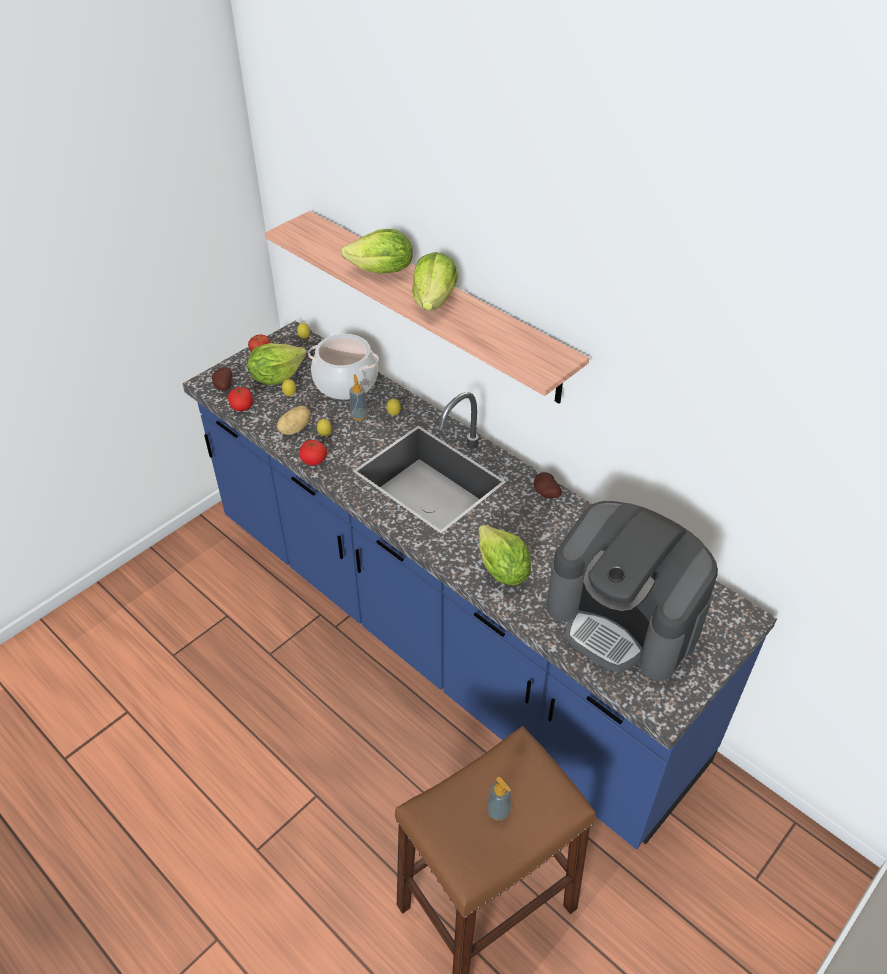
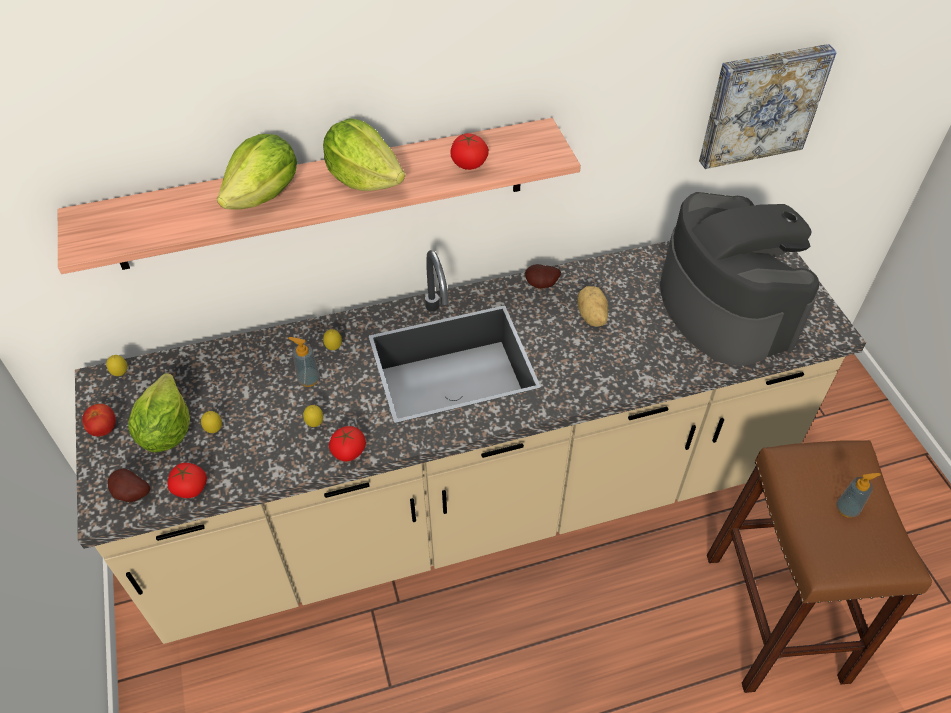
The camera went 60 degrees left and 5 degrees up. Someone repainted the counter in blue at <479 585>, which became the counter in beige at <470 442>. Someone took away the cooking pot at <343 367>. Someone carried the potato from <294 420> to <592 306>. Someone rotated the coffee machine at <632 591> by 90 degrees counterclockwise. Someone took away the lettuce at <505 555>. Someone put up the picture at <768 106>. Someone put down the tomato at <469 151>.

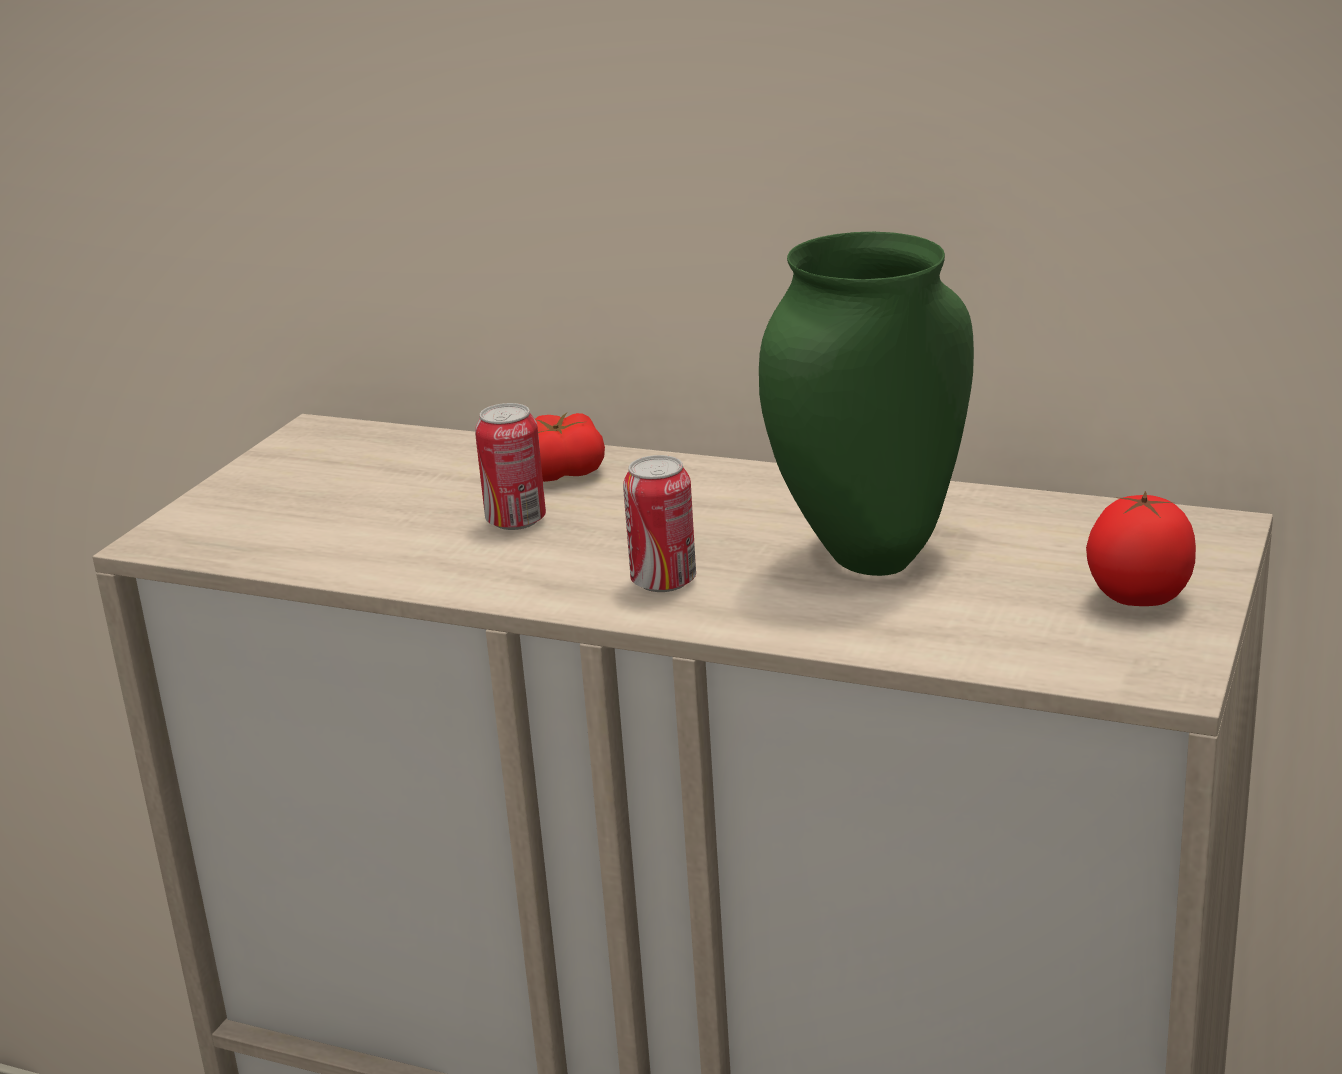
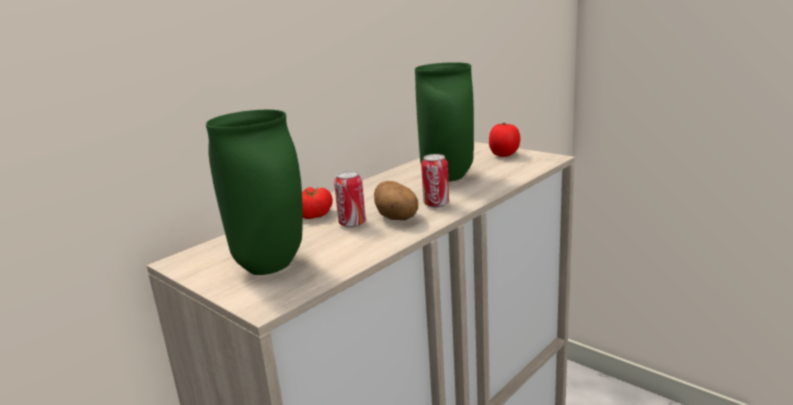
The camera went 70 degrees left and 5 degrees down. Someone put down the vase in green at <254 192>. Someone put down the potato at <396 200>.

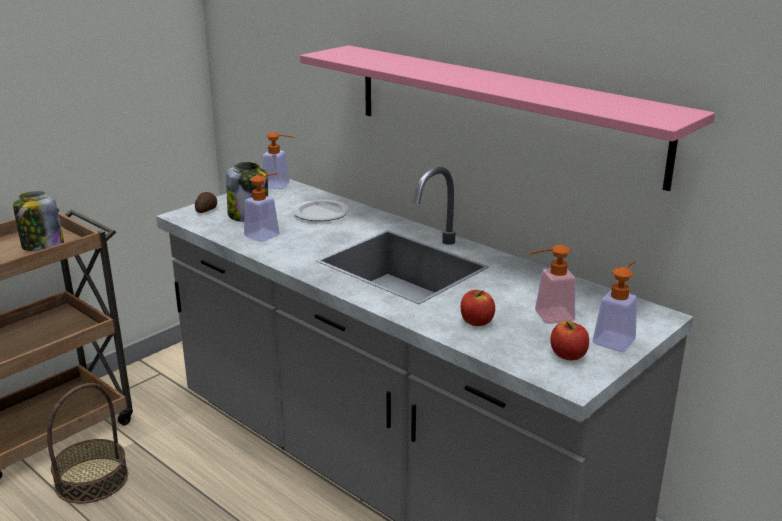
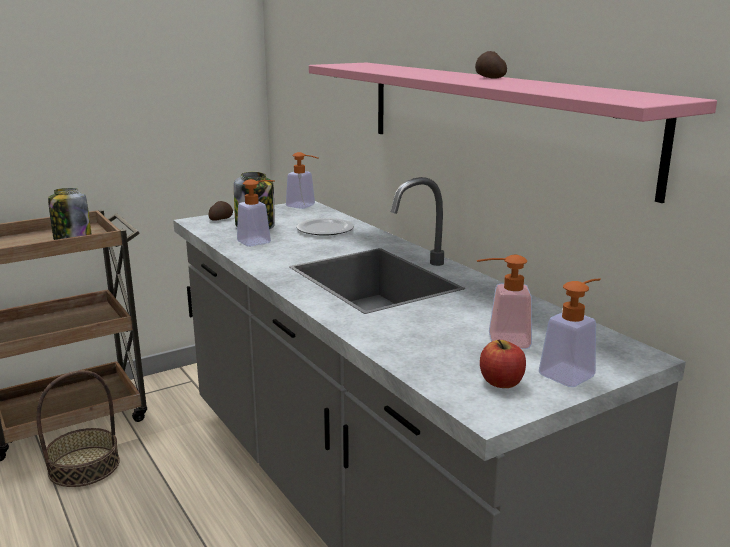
The camera went 15 degrees right and 5 degrees down. Someone took away the apple at <478 308>. Someone put down the potato at <491 65>.

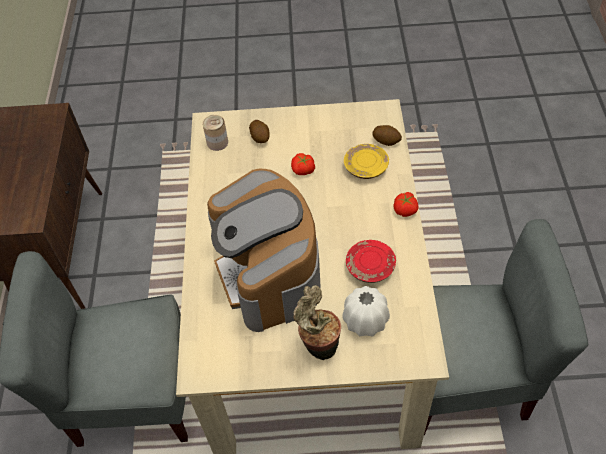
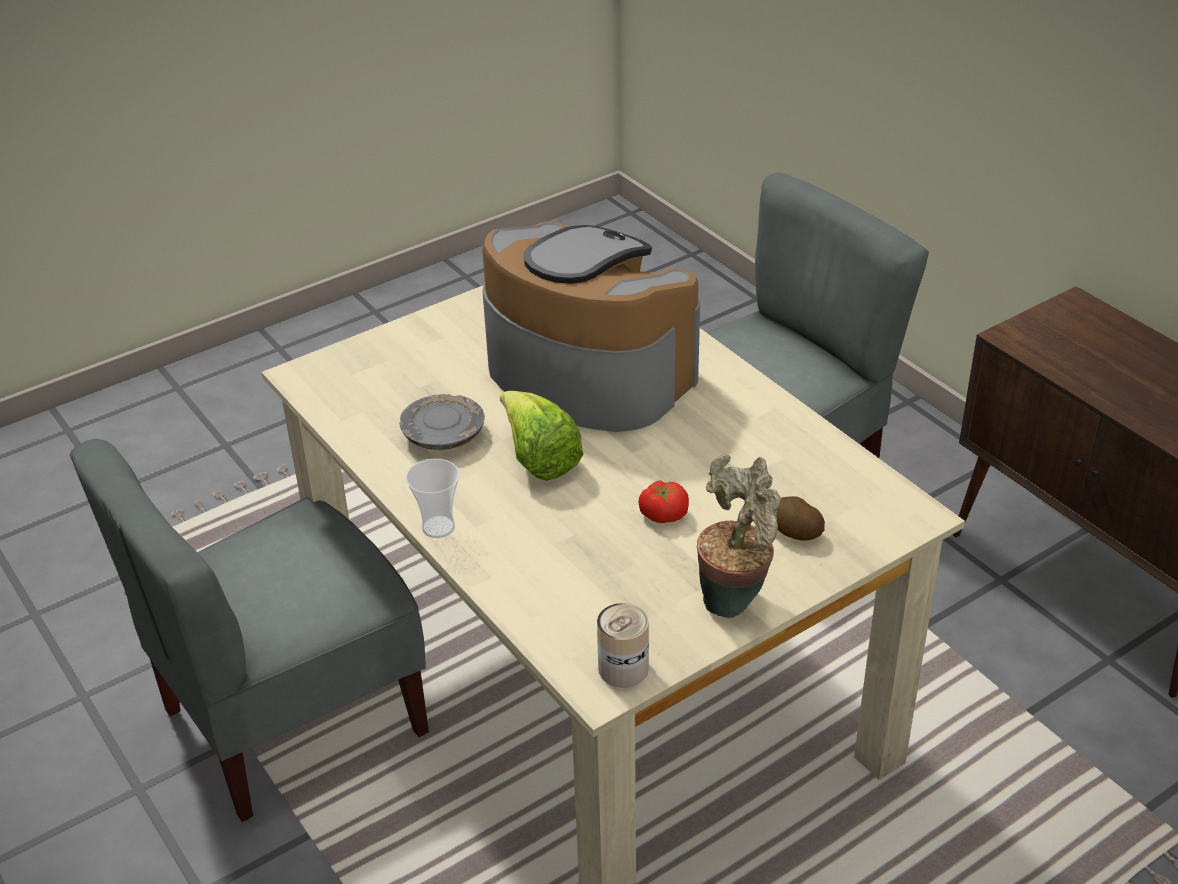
The camera went 145 degrees right and 15 degrees down. Someone carried the can from <215 133> to <623 645>. Someone took away the potato at <387 135>. Someone took away the plate in yellow at <366 161>. Someone swapped the tomato at <406 204> for the cup at <432 498>. Someone repainted the plate in red at <371 261>, which became the plate in grey at <442 422>. Someone carried the potted plant from <317 322> to <739 536>. Someone took away the vase in white at <366 311>. Someone put down the lettuce at <542 436>.

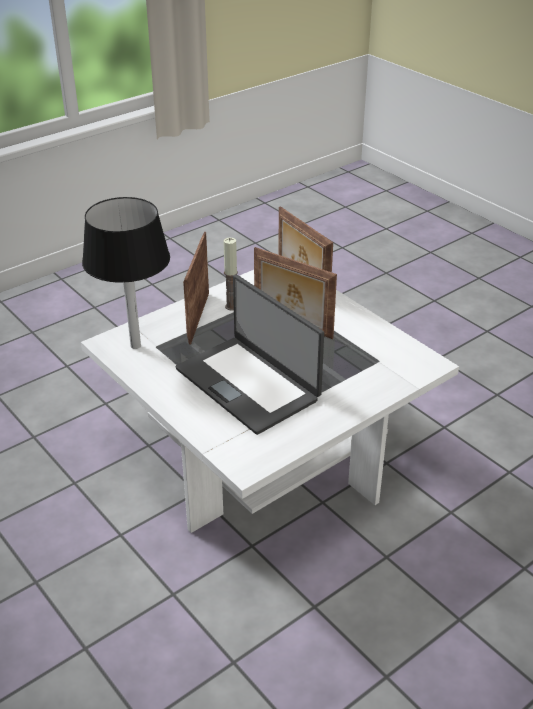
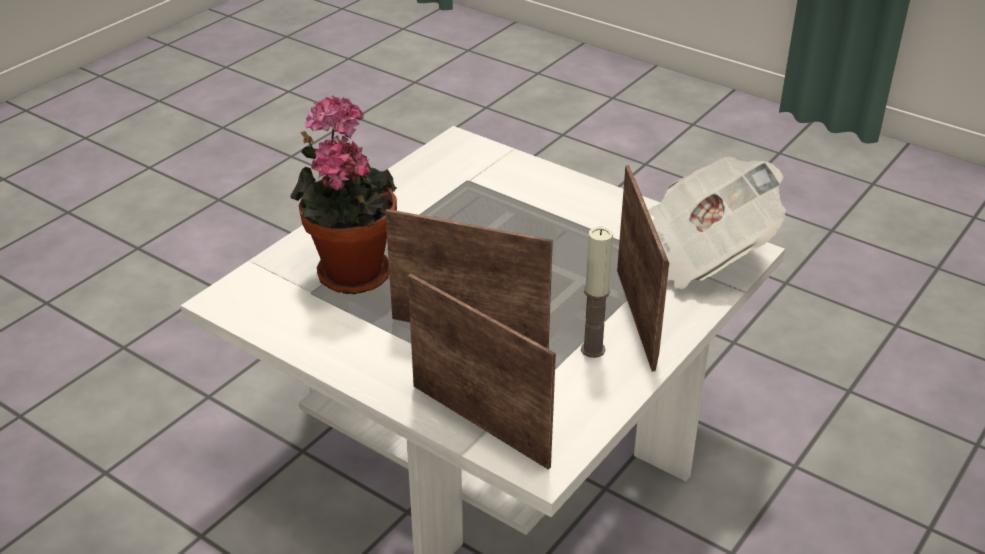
The camera went 165 degrees right and 0 degrees up. Someone swapped the table lamp in black at <126 273> for the newspaper at <717 222>. Someone took away the laptop at <249 355>. Someone put down the potted plant at <343 194>.

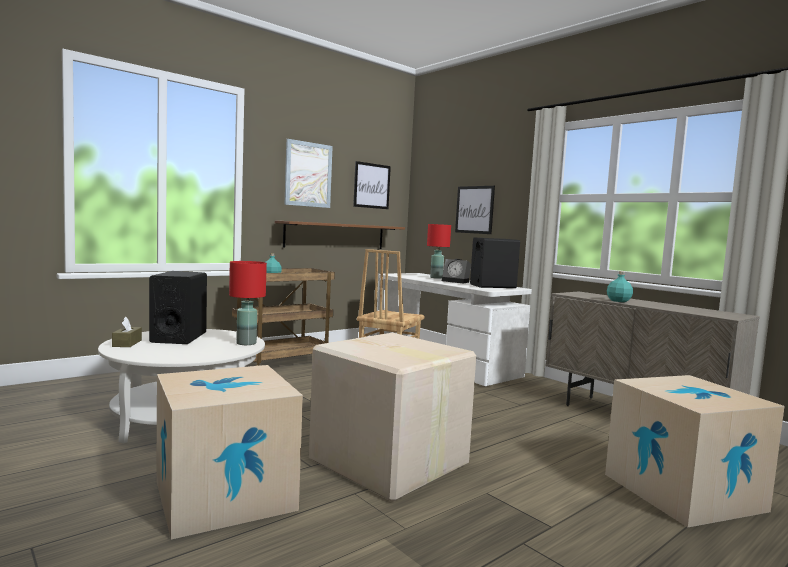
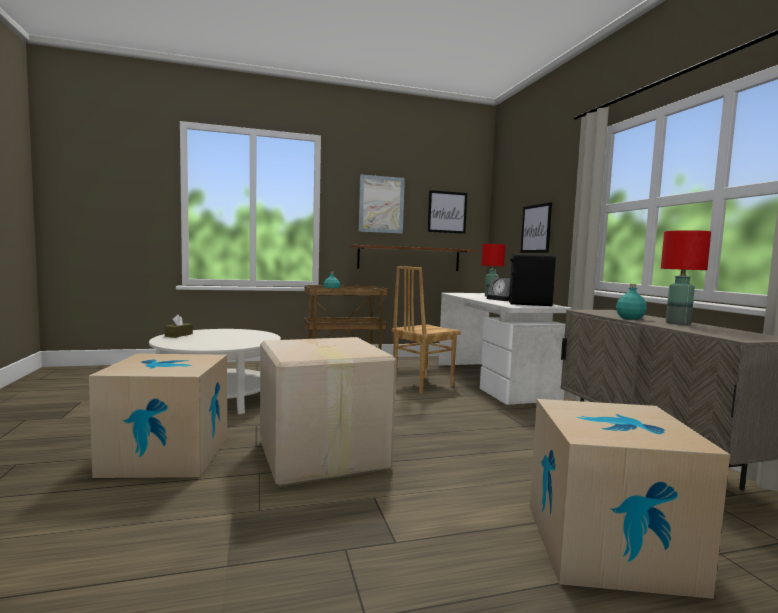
The camera went 25 degrees right and 0 degrees up. Someone carried the table lamp in red from <248 303> to <686 277>. Someone took away the speaker in black at <178 307>.

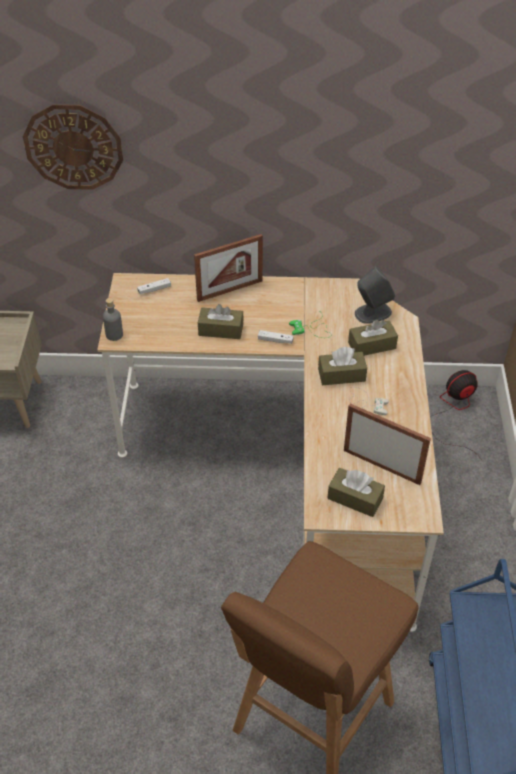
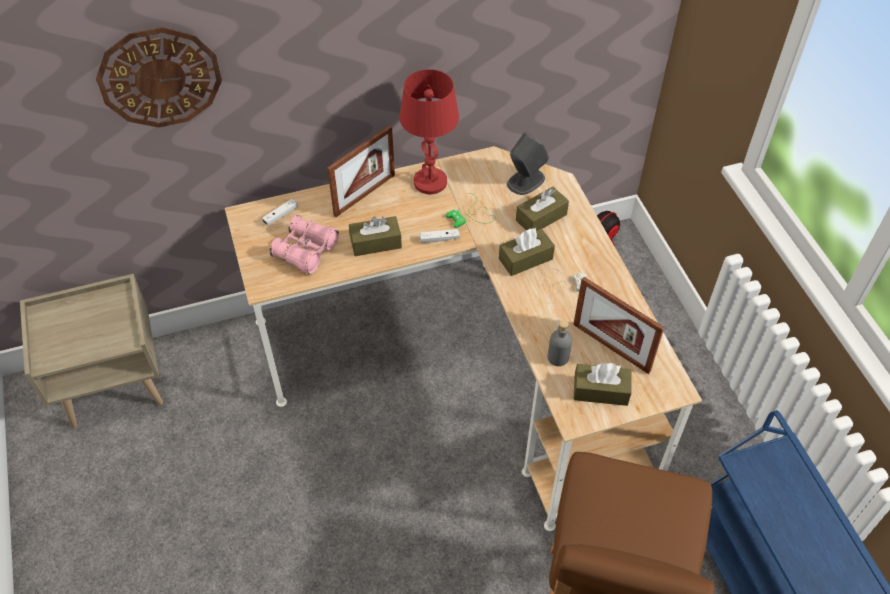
The camera went 20 degrees left and 5 degrees up. Someone carried the bottle in grey from <113 319> to <560 343>. Someone rotated the picture frame at <387 444> by 150 degrees counterclockwise. Someone put down the table lamp in red at <429 131>. Someone put down the binoculars in pink at <304 244>.

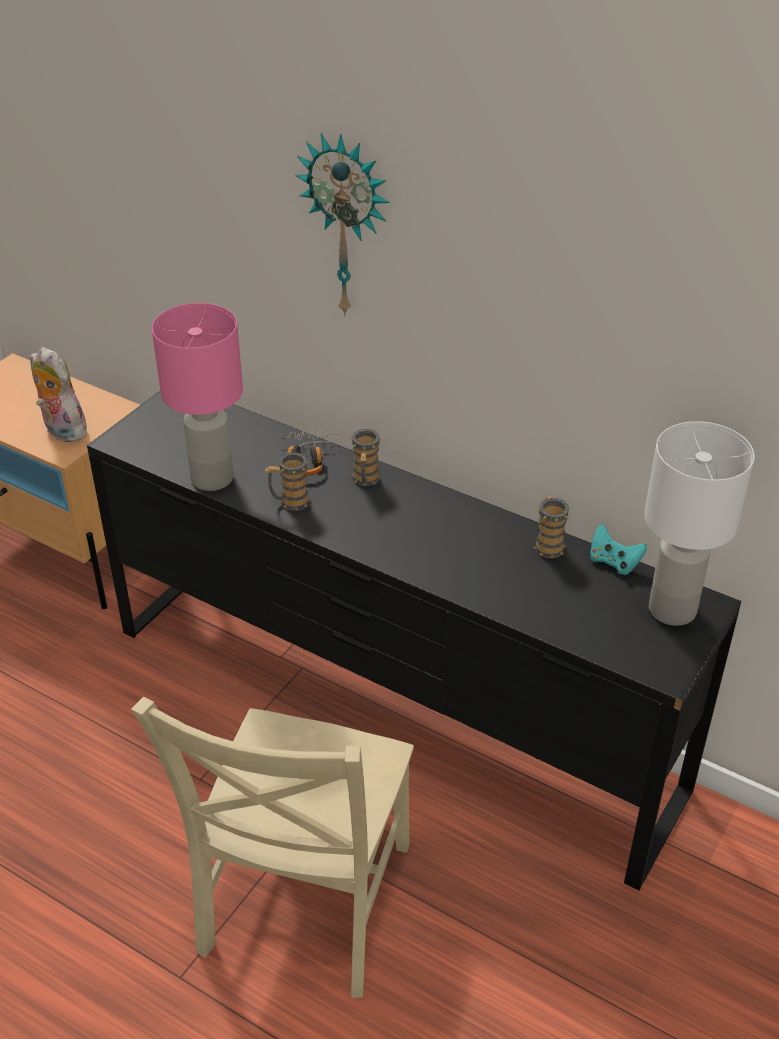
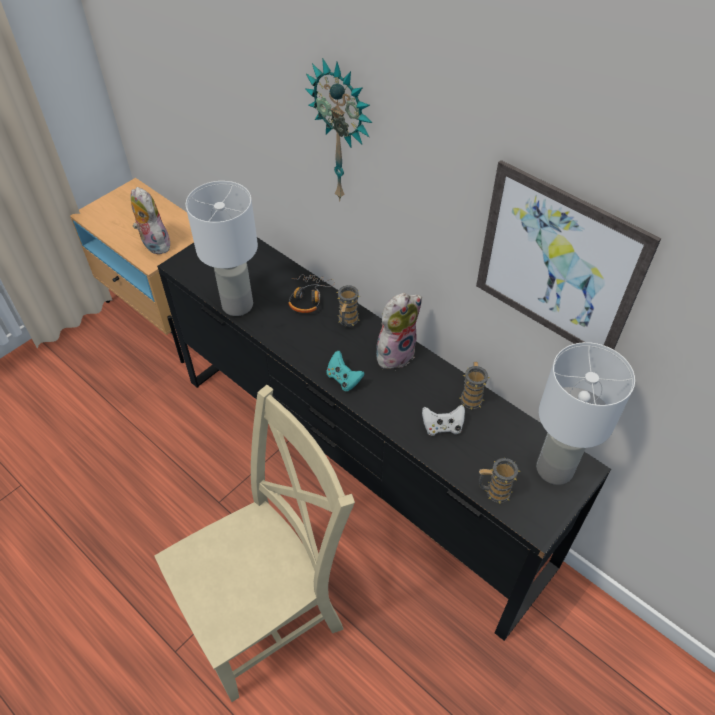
The camera went 10 degrees right and 10 degrees up. Someone repainted the table lamp in pink at <197 397>, which became the table lamp in white at <222 248>. Someone carried the mug from <288 481> to <499 481>. Someone carried the game controller in turquoise from <618 549> to <345 371>. Someone rotated the chair in beige at <272 847> by 150 degrees counterclockwise. Someone put up the picture at <568 255>. Someone put down the plush toy at <399 331>. Someone put down the game controller in white at <443 420>.

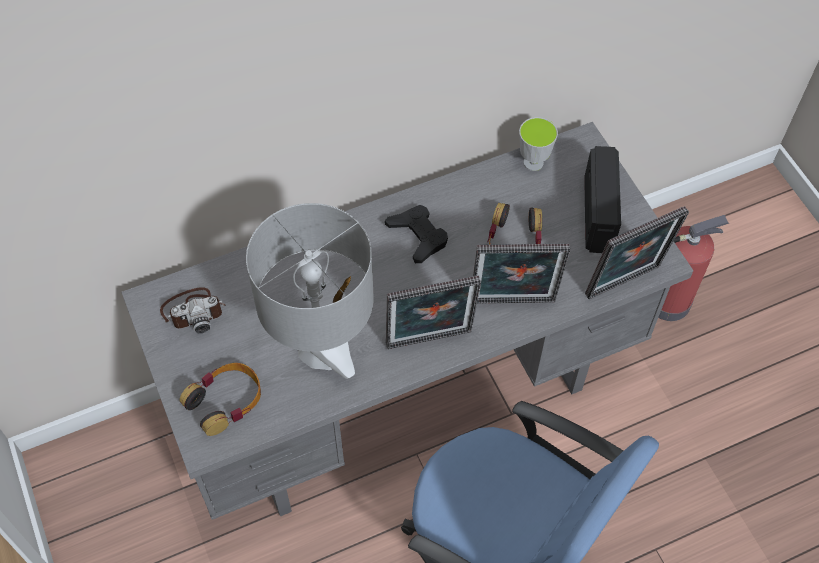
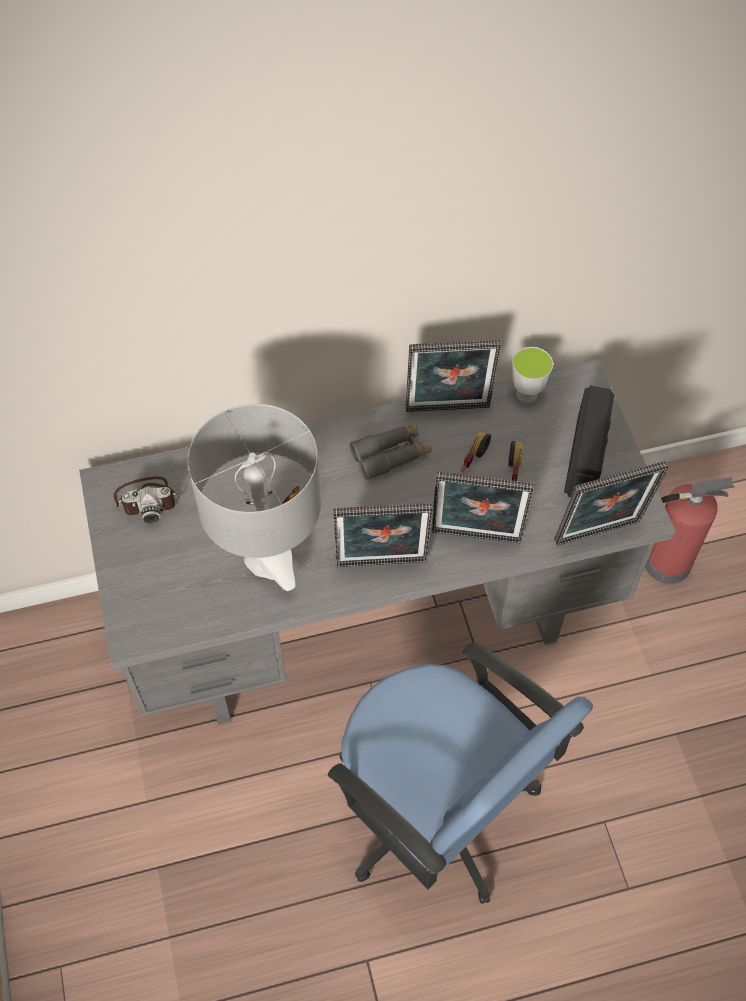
The camera went 10 degrees right and 0 degrees up. Someone swapped the game controller in black at <416 234> for the binoculars in grey at <391 451>. Someone took away the headphones at <220 399>. Someone put down the picture frame at <453 376>.

